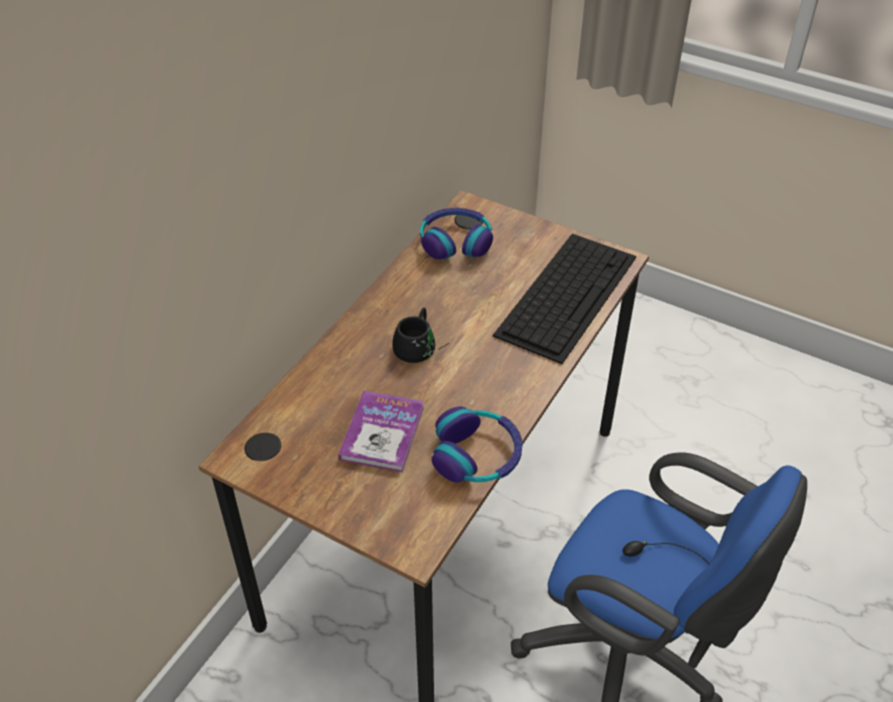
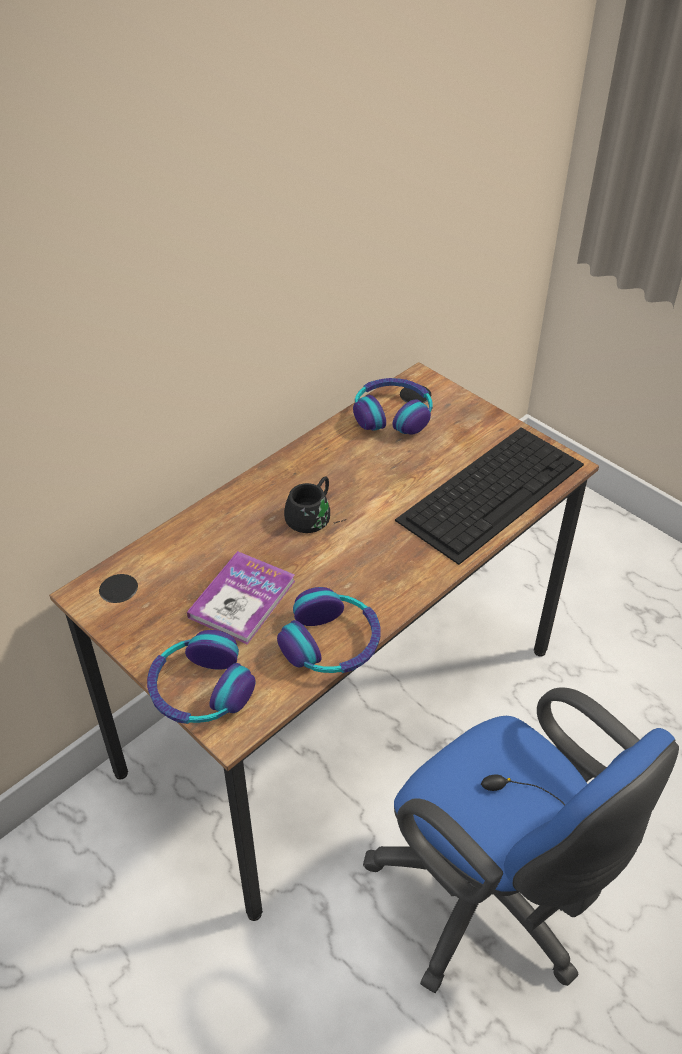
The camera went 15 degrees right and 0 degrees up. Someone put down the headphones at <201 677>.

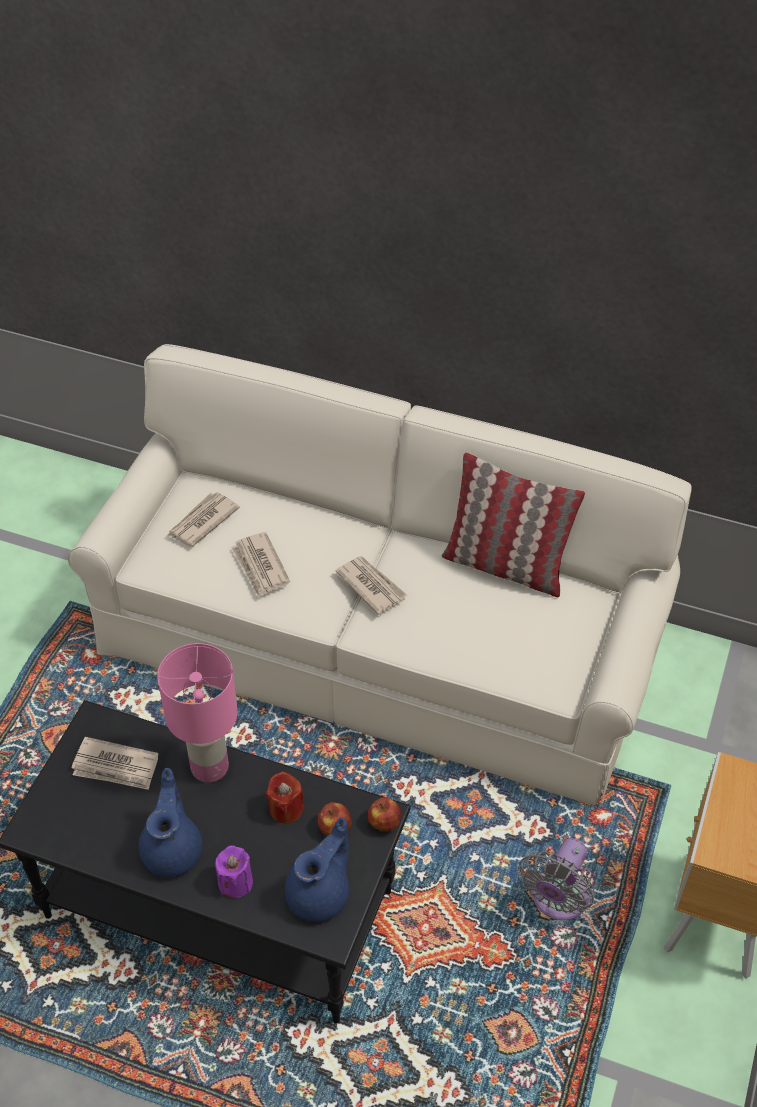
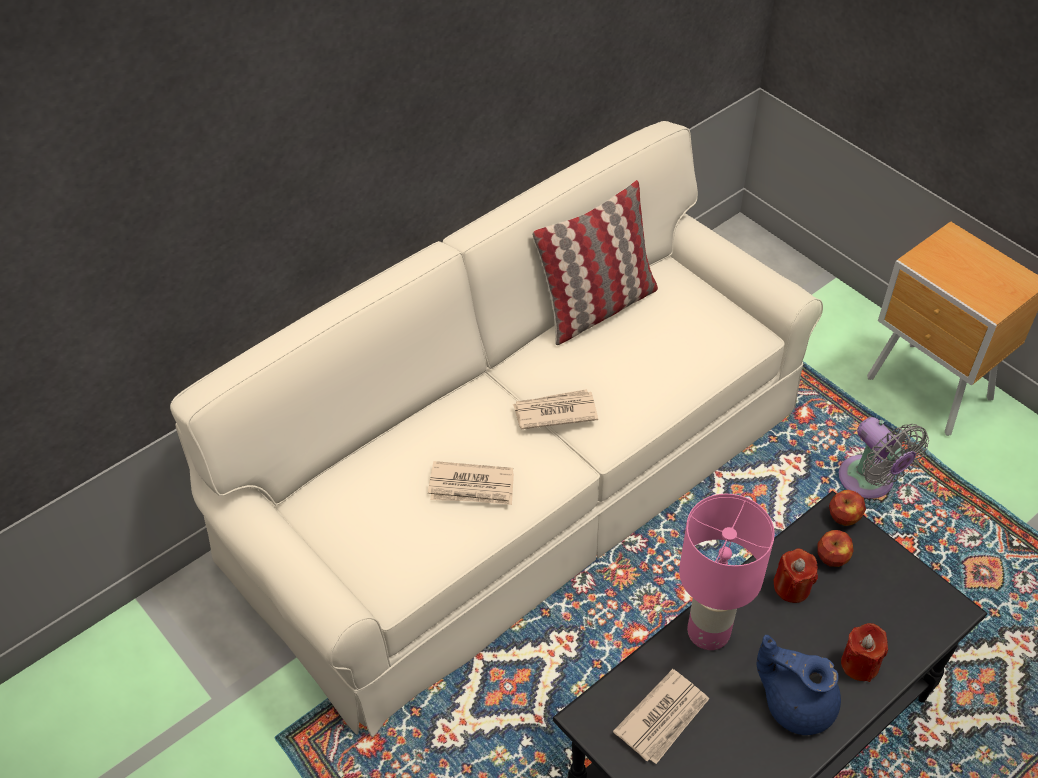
The camera went 60 degrees left and 0 degrees up. Someone took away the newspaper at <204 519>. Someone took away the teapot in blue at <317 869>. Someone repainted the candle in purple at <234 872>, which became the candle in red at <864 652>.

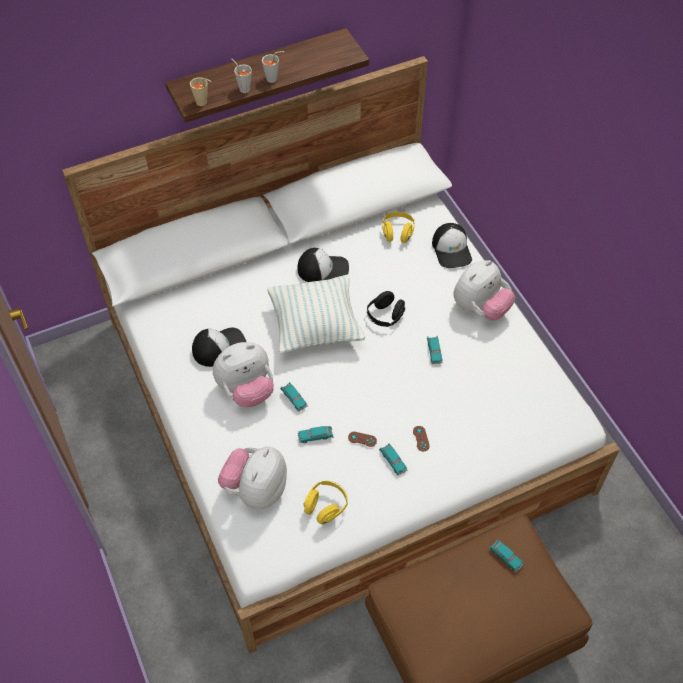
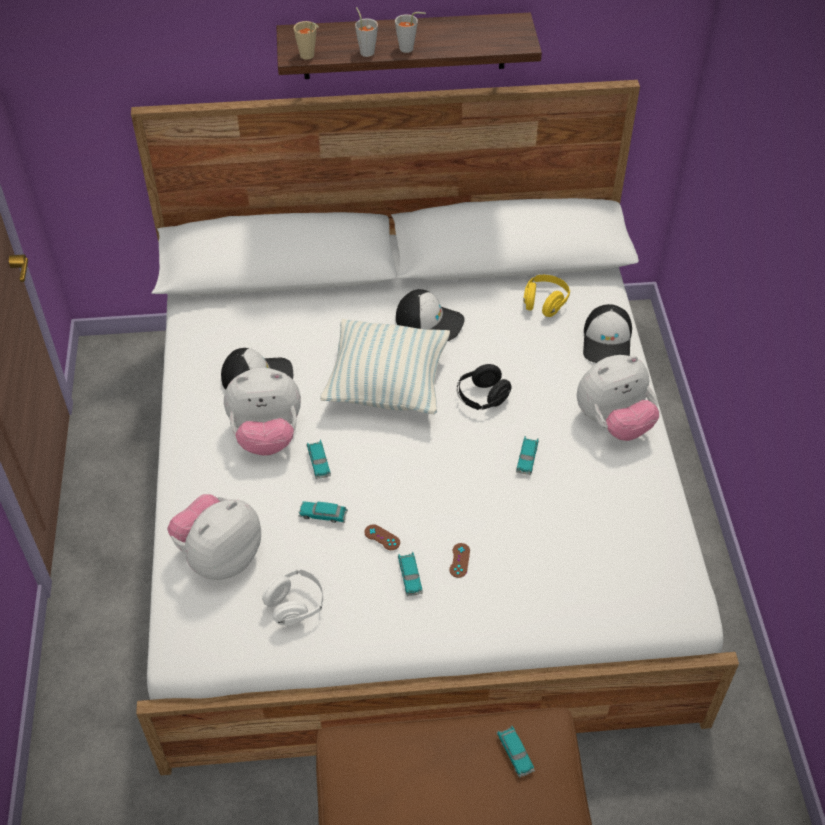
The camera went 20 degrees right and 5 degrees down. Someone repainted the headphones in yellow at <326 502>, which became the headphones in white at <294 598>.

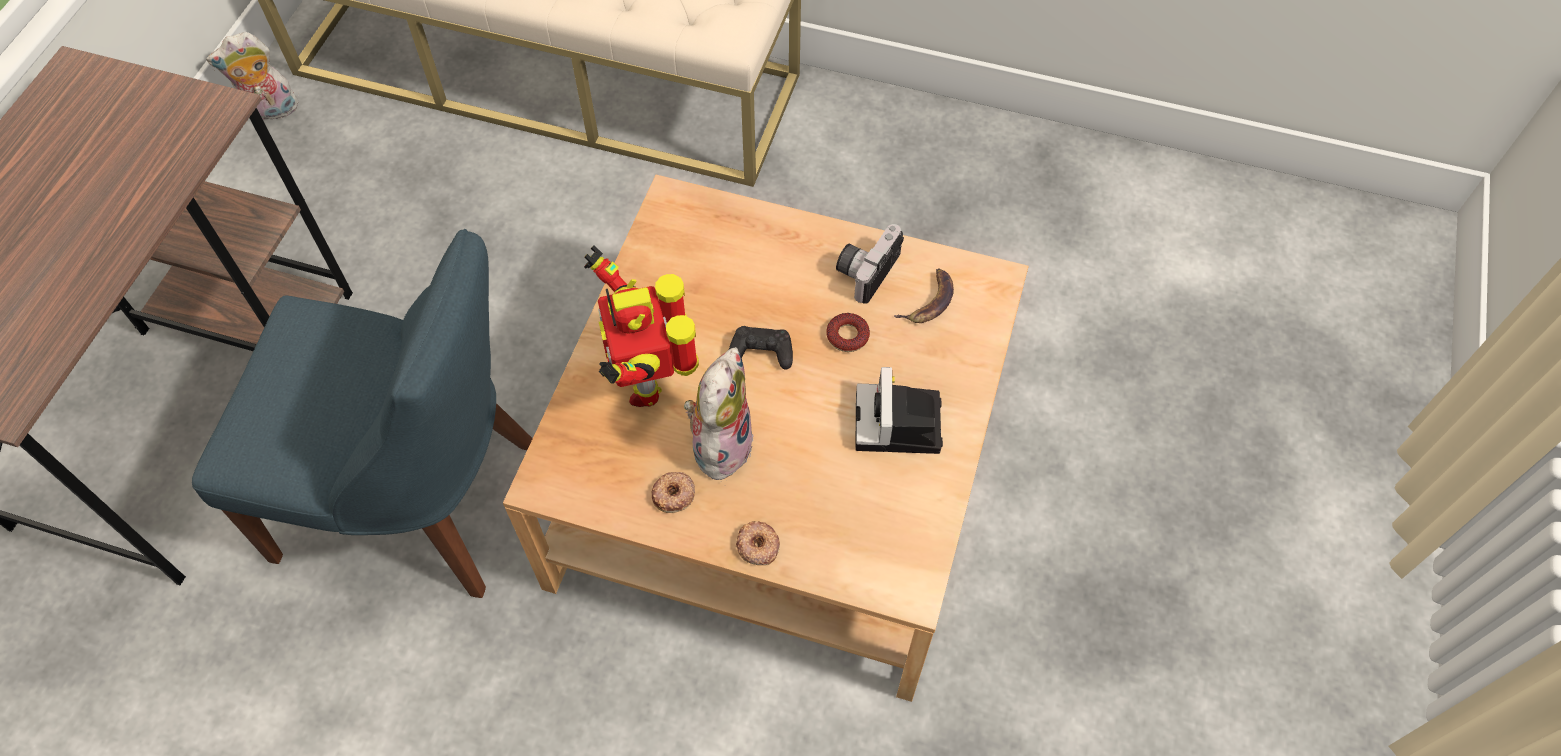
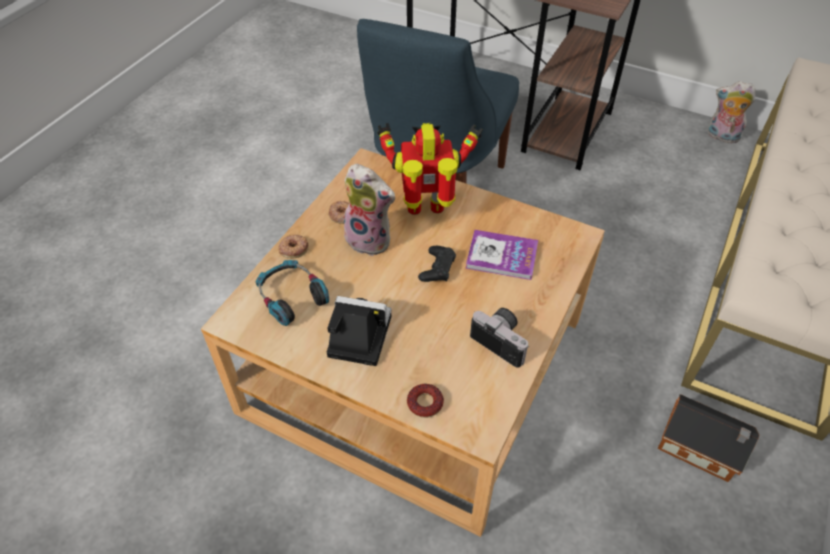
The camera went 100 degrees right and 10 degrees down. Someone rotated the plush toy at <252 77> by 60 degrees counterclockwise. Someone took away the banana at <924 295>. Someone carried the donut from <848 332> to <425 401>. Someone put down the book at <502 255>. Someone put down the headphones at <292 293>. Someone put down the toy house at <708 438>.

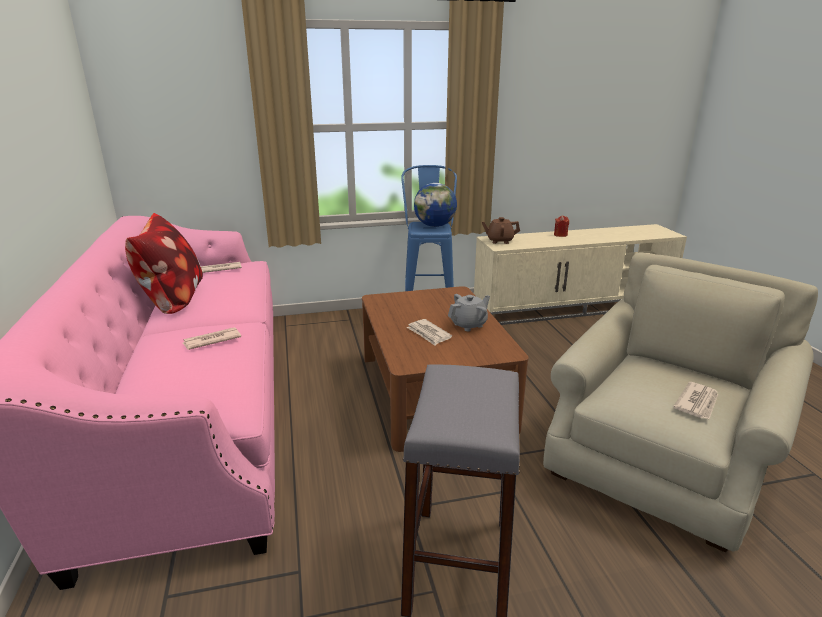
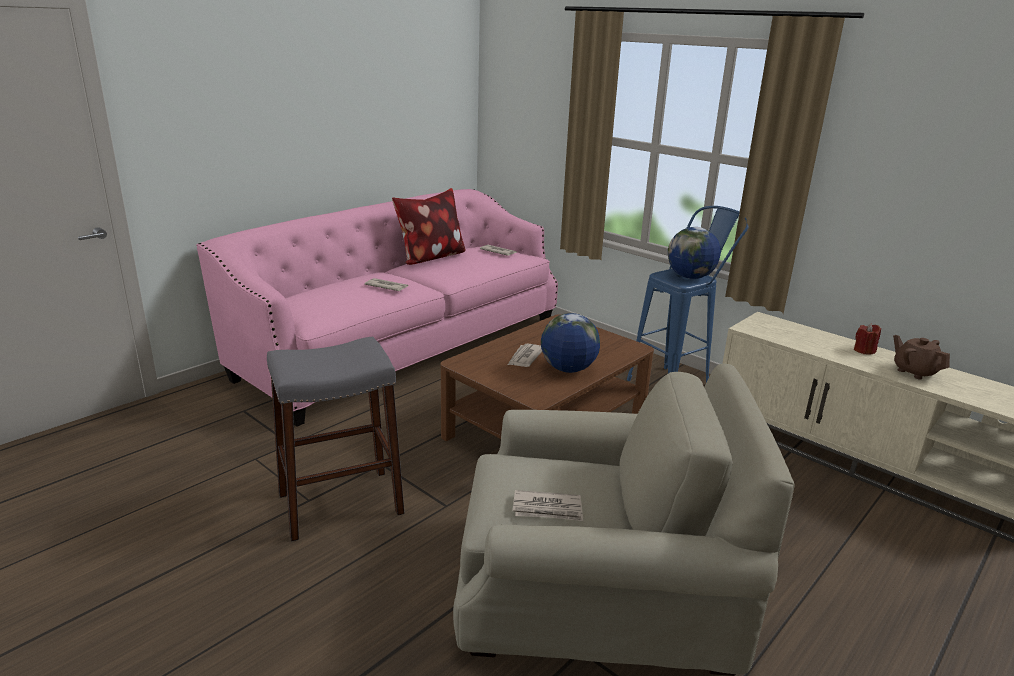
The camera went 55 degrees right and 0 degrees up. Someone carried the teapot in brown from <501 230> to <921 357>. Someone swapped the teapot in grey at <469 312> for the globe at <570 343>.

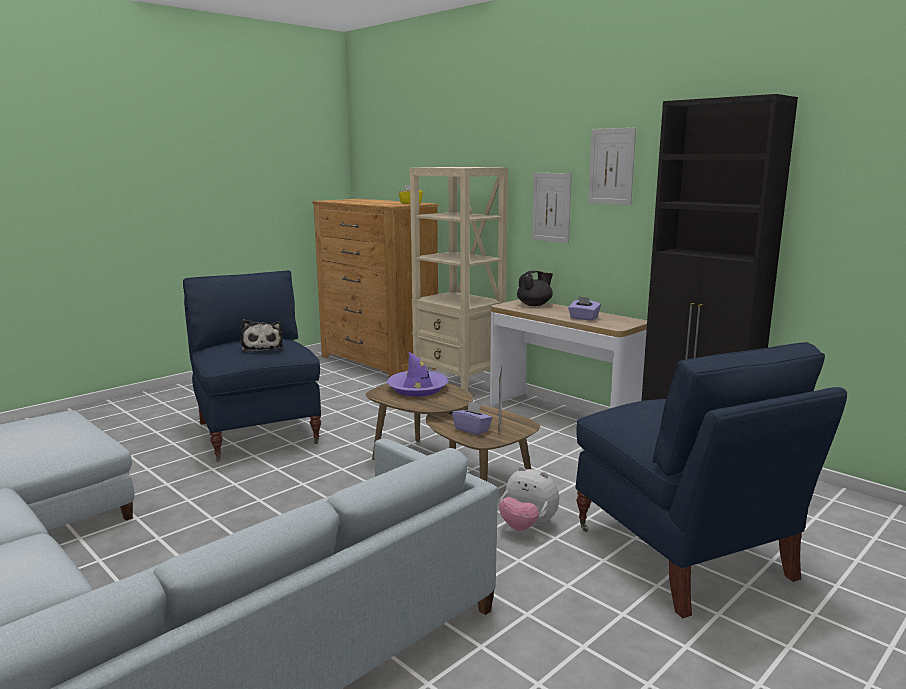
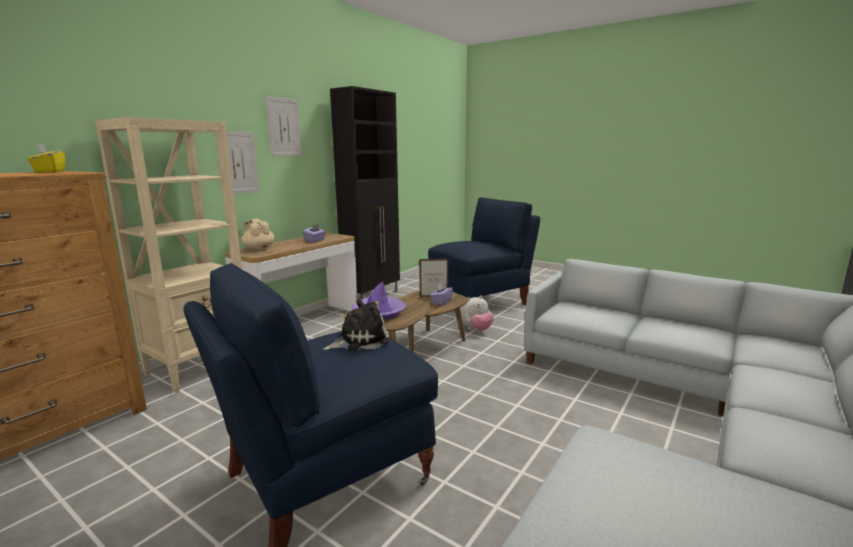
The camera went 100 degrees left and 0 degrees up. Someone repainted the teapot in black at <535 288>, which became the teapot in beige at <258 234>. Someone rotated the plush toy at <529 498> by 45 degrees clockwise.

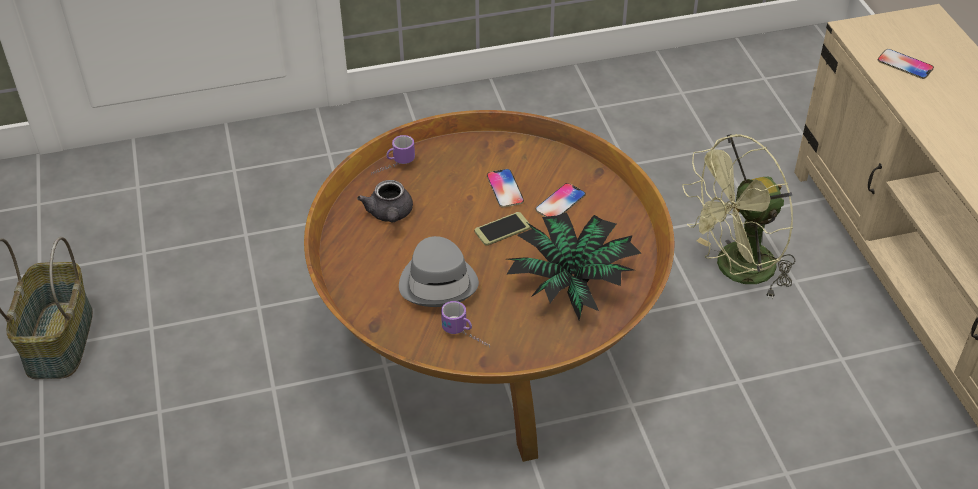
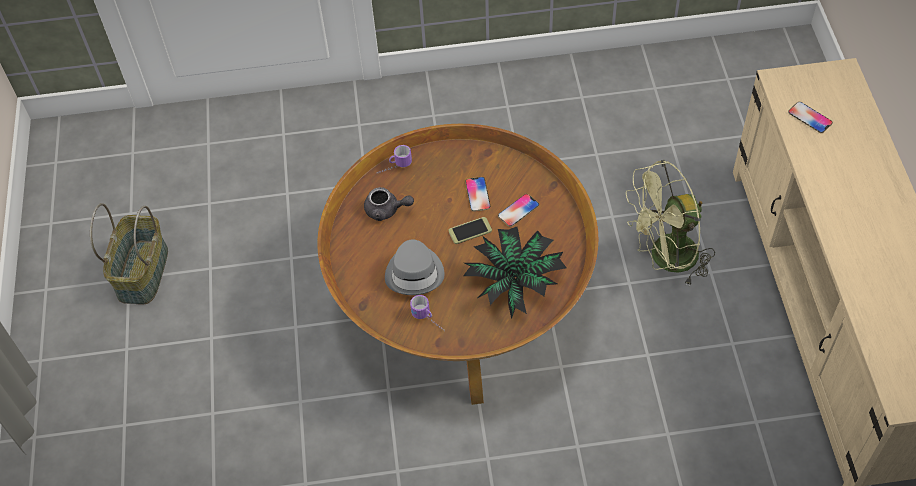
The camera went 10 degrees right and 10 degrees up. Someone rotated the teapot in grey at <385 201> by 75 degrees counterclockwise.

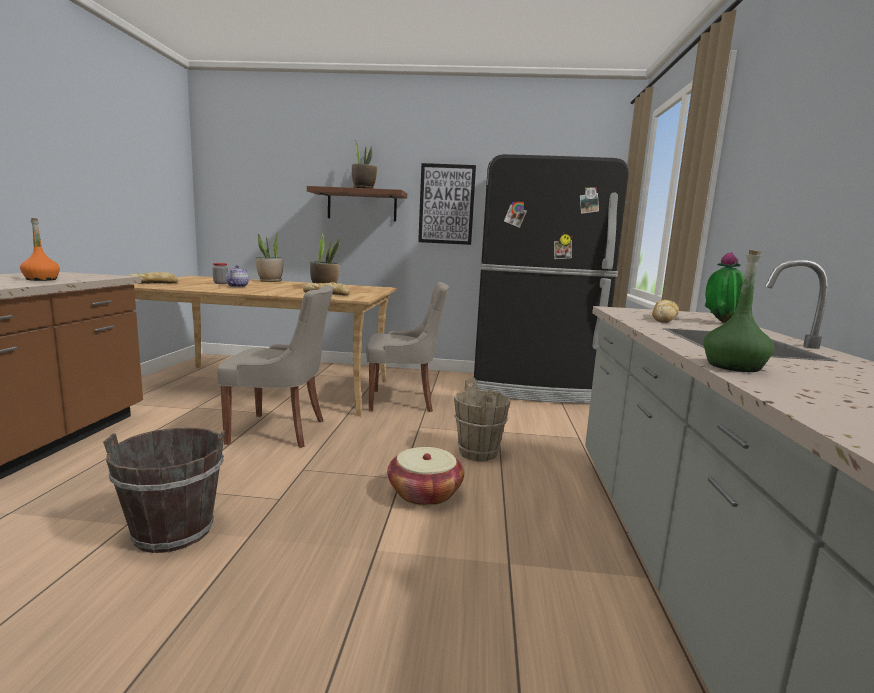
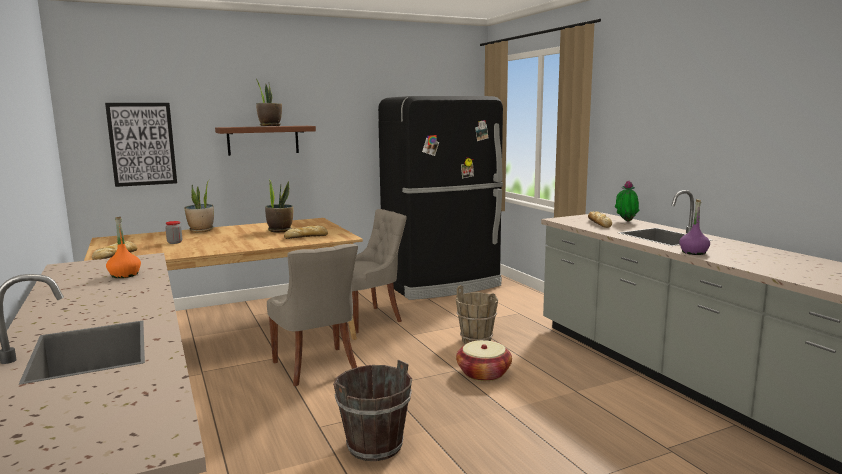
The camera went 30 degrees left and 0 degrees up. Someone carried the picture from <447 204> to <141 145>. Someone repainted the bottle in green at <738 311>, which became the bottle in purple at <694 227>. Someone took away the teapot at <237 276>. Someone rotated the chair in grey at <275 367> by 90 degrees clockwise.

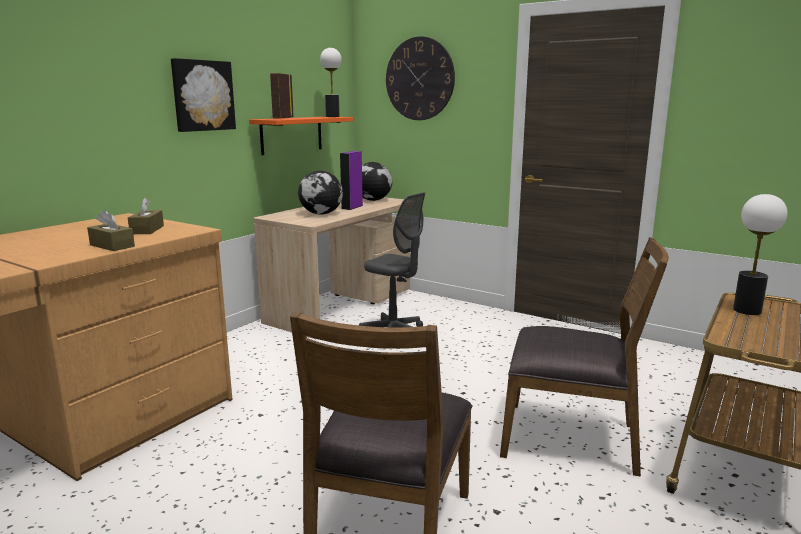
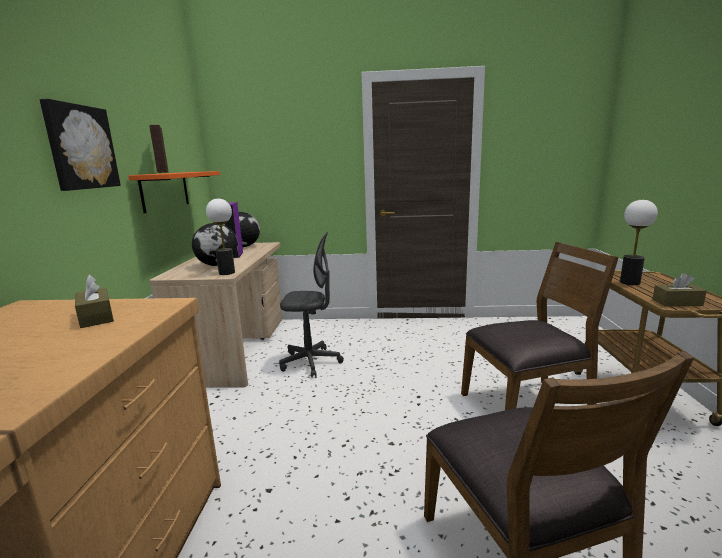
The camera went 30 degrees left and 0 degrees up. Someone took away the wall clock at <420 78>. Someone carried the table lamp from <331 82> to <220 237>. Someone carried the tissue box in brown from <111 230> to <679 289>.

